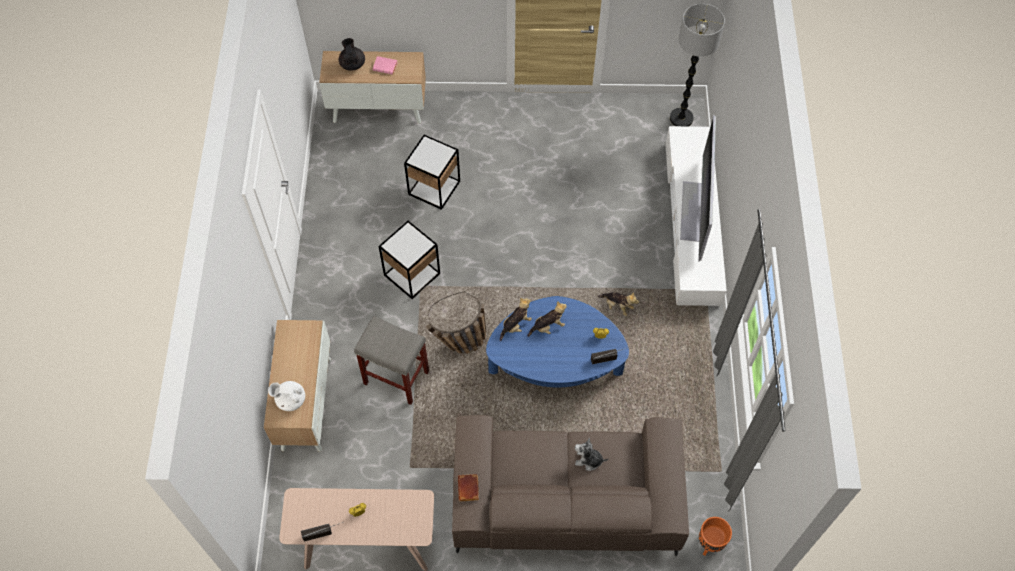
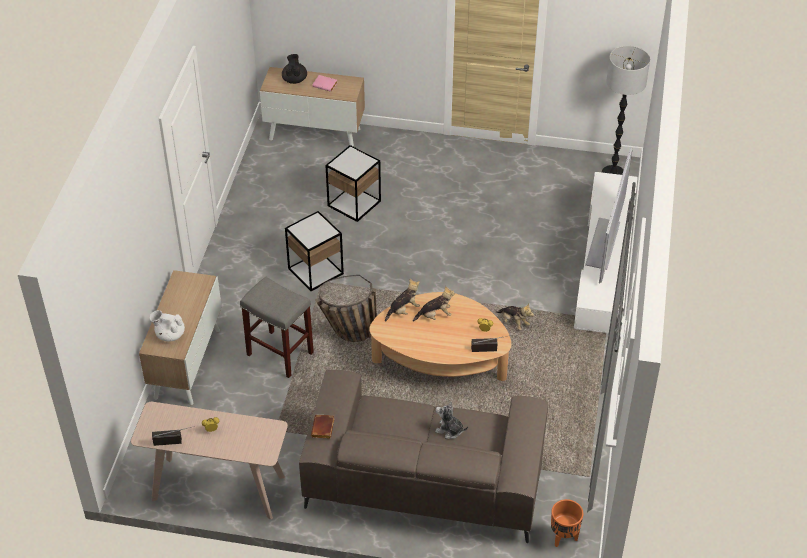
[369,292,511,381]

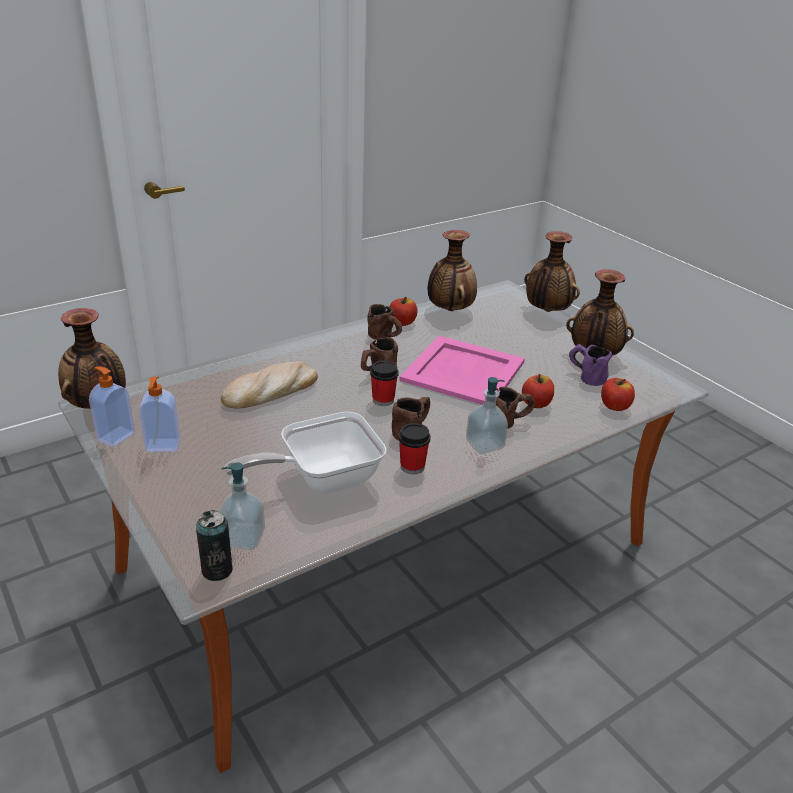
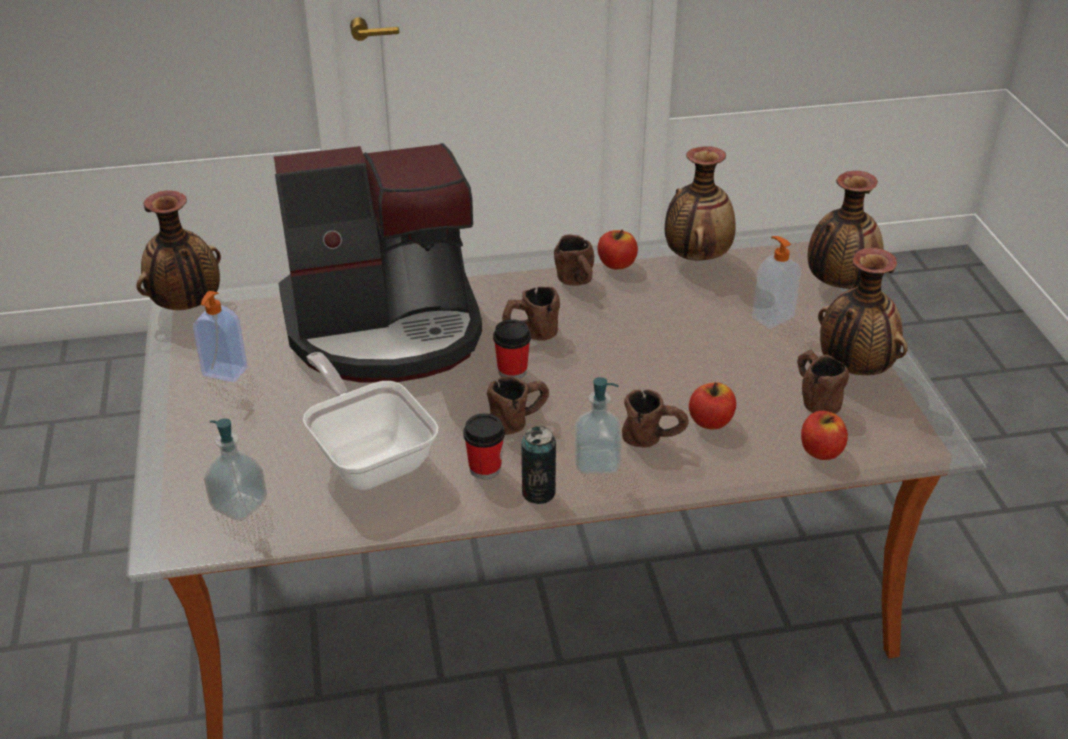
[274,143,482,383]
[303,352,438,490]
[521,426,556,504]
[752,236,801,329]
[797,349,849,414]
[399,336,525,405] (first image)

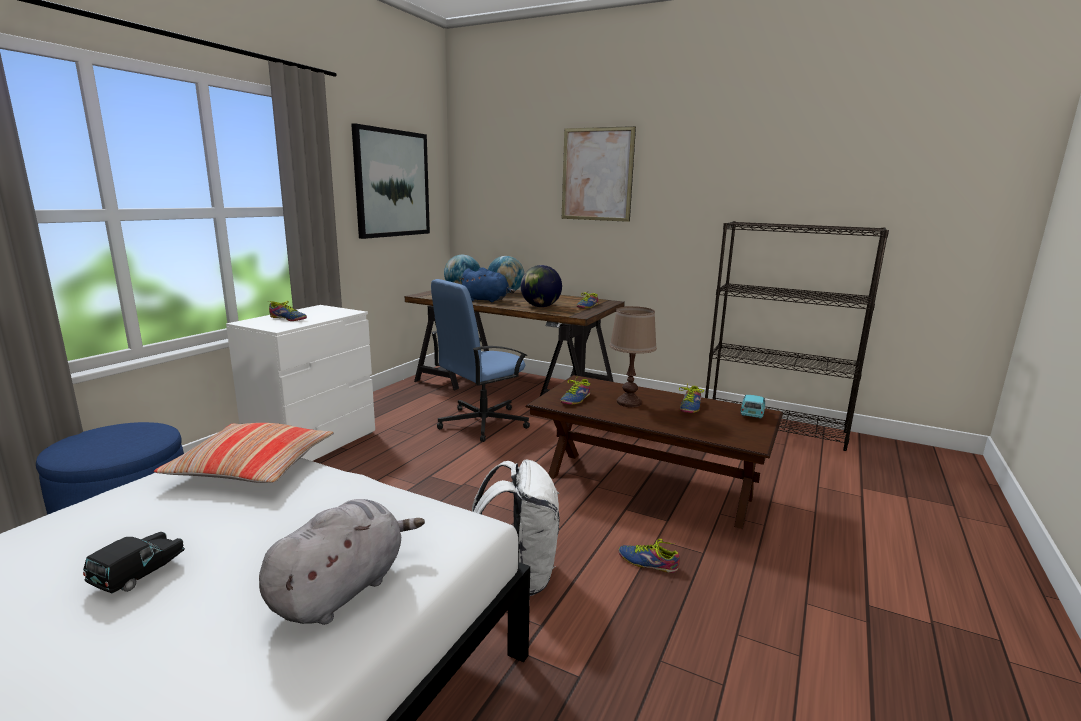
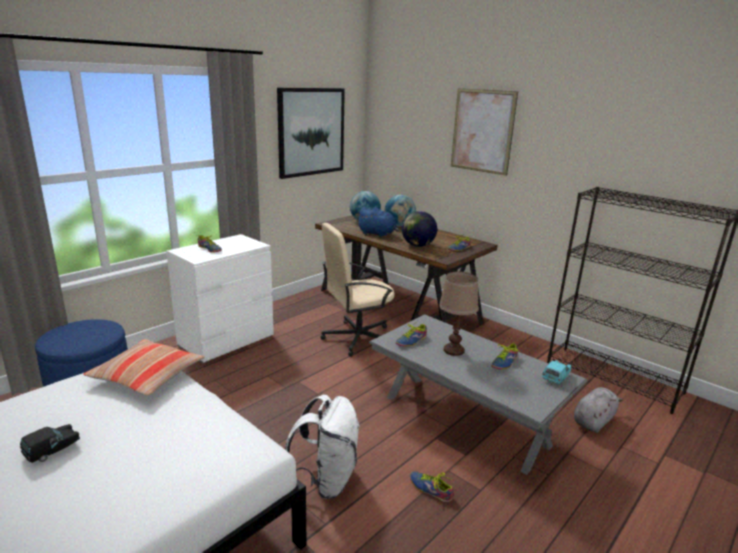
[320,223,395,357]
[369,315,588,475]
[574,387,623,433]

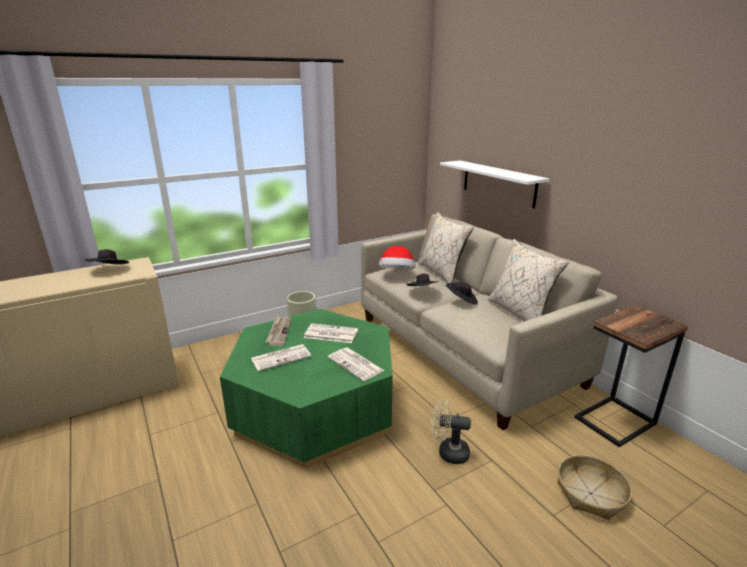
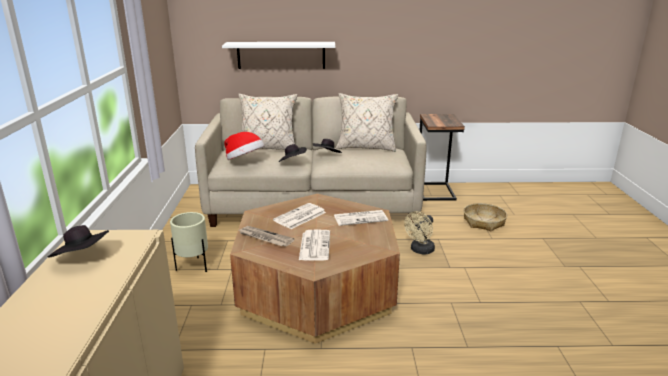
[230,194,400,344]

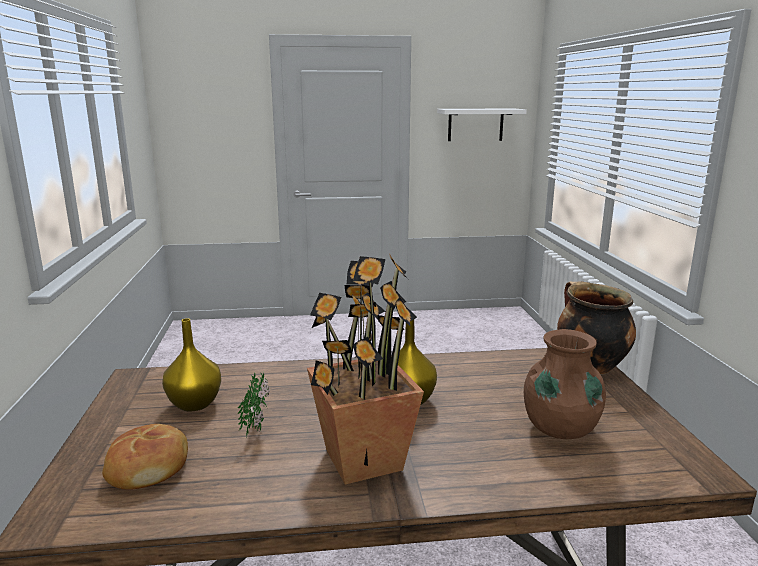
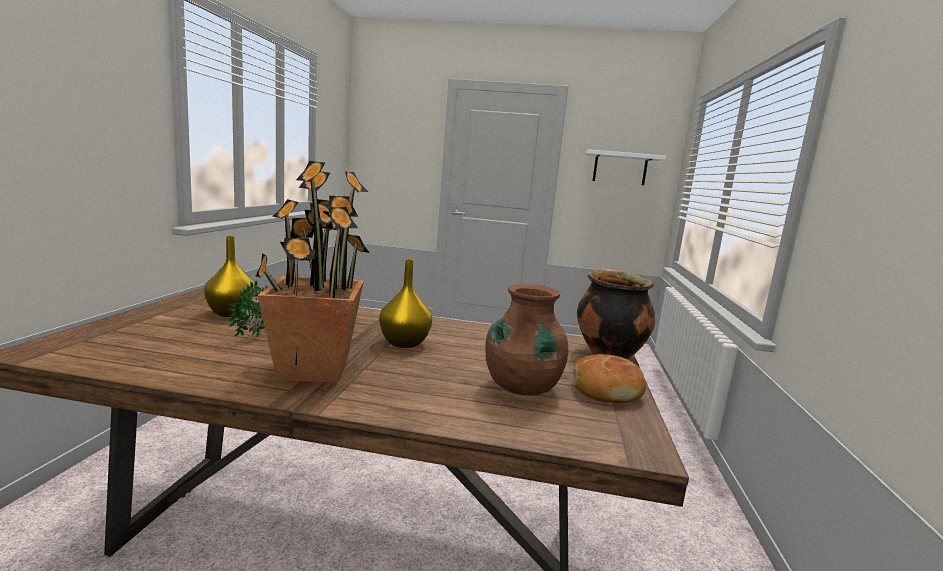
[573,354,646,403]

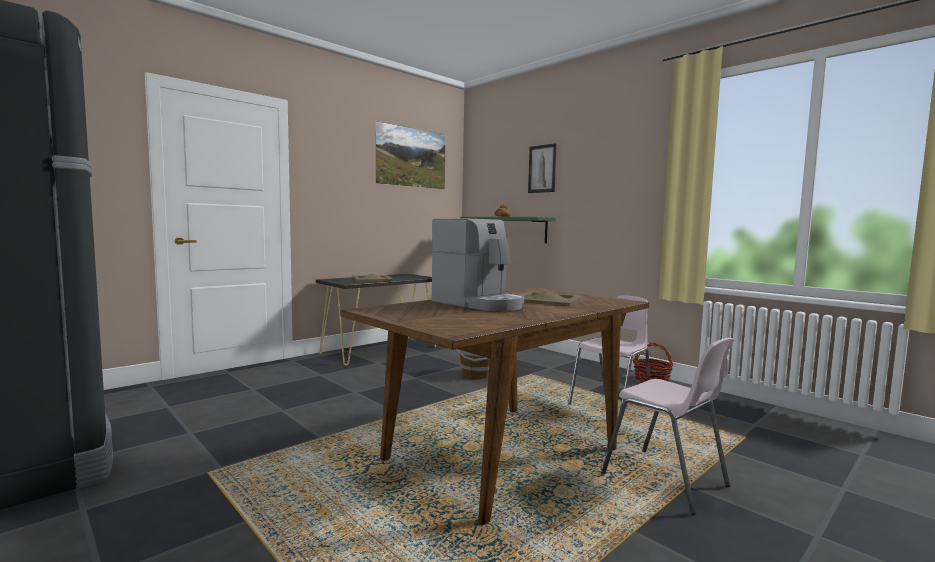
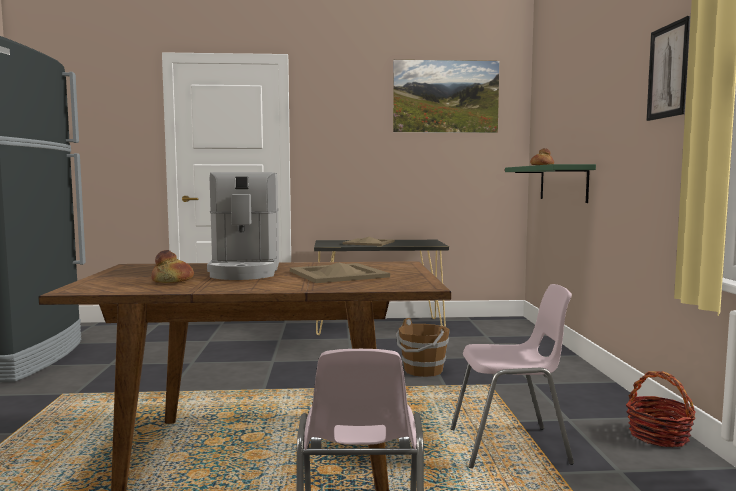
[151,250,194,283]
[647,16,690,121]

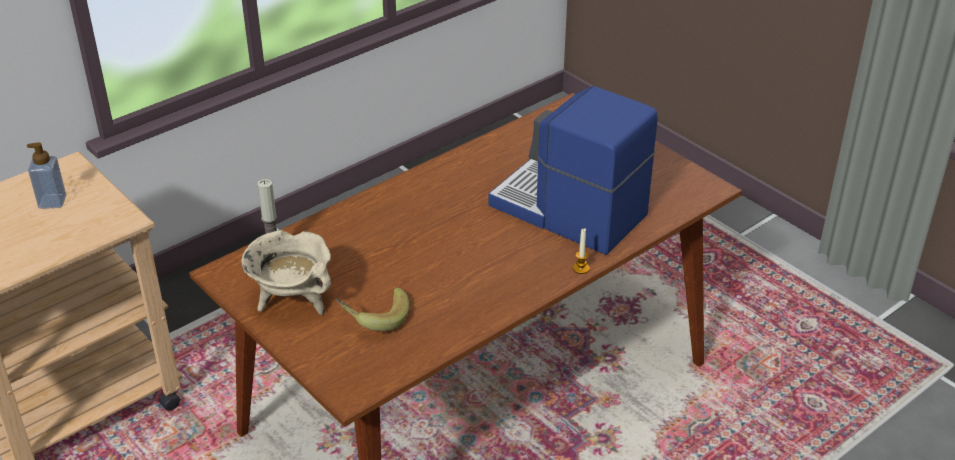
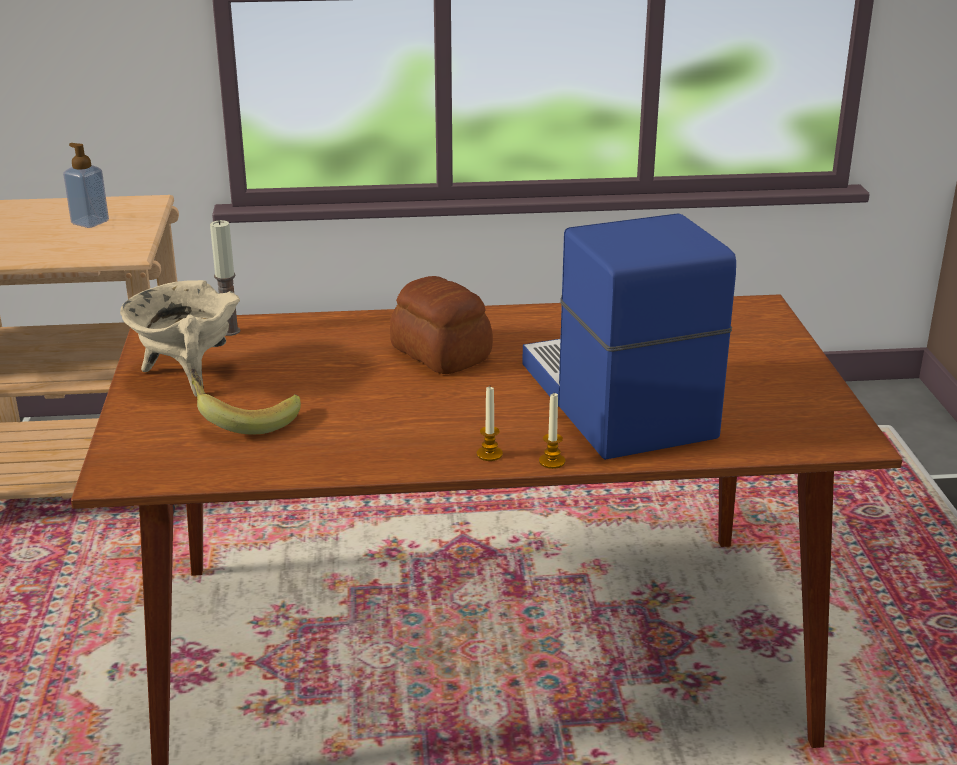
[390,276,493,374]
[477,387,503,461]

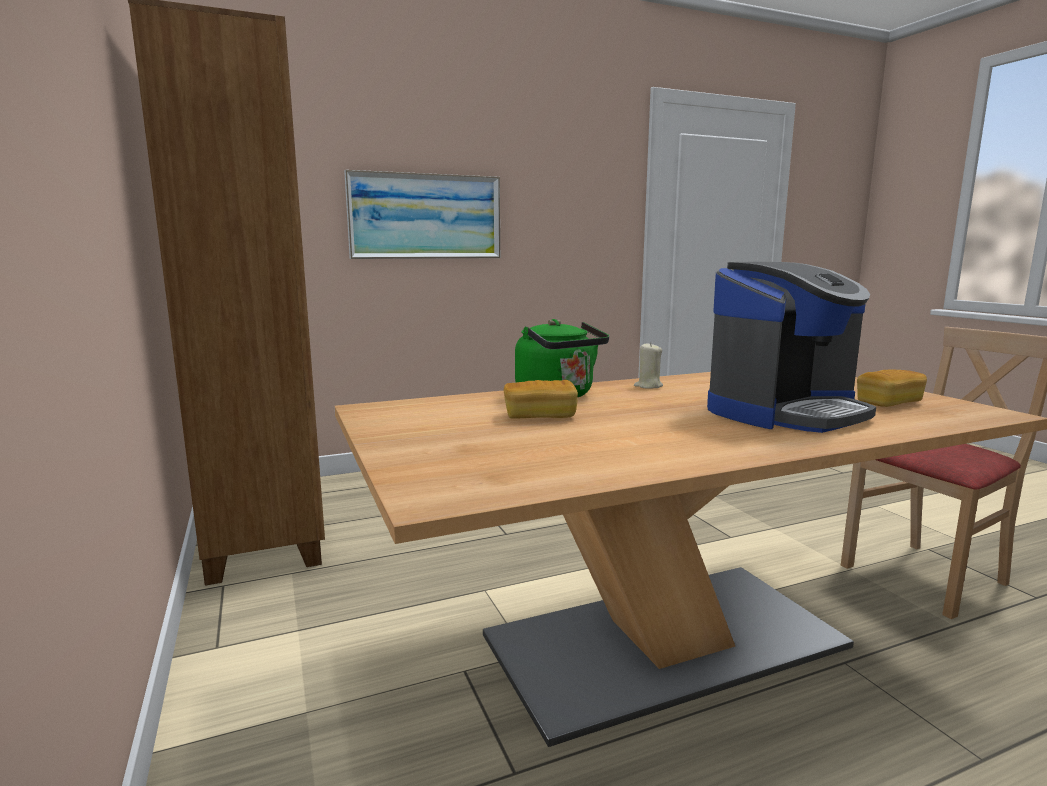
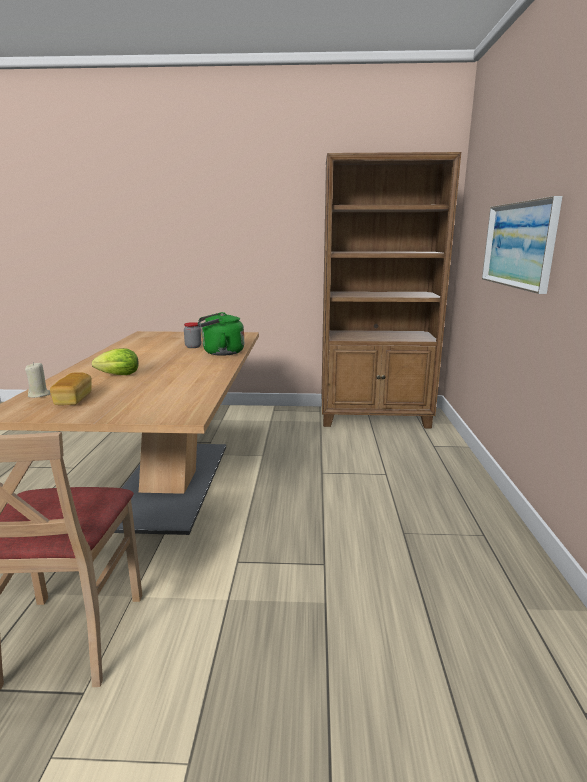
[25,362,51,398]
[92,348,139,375]
[184,322,201,348]

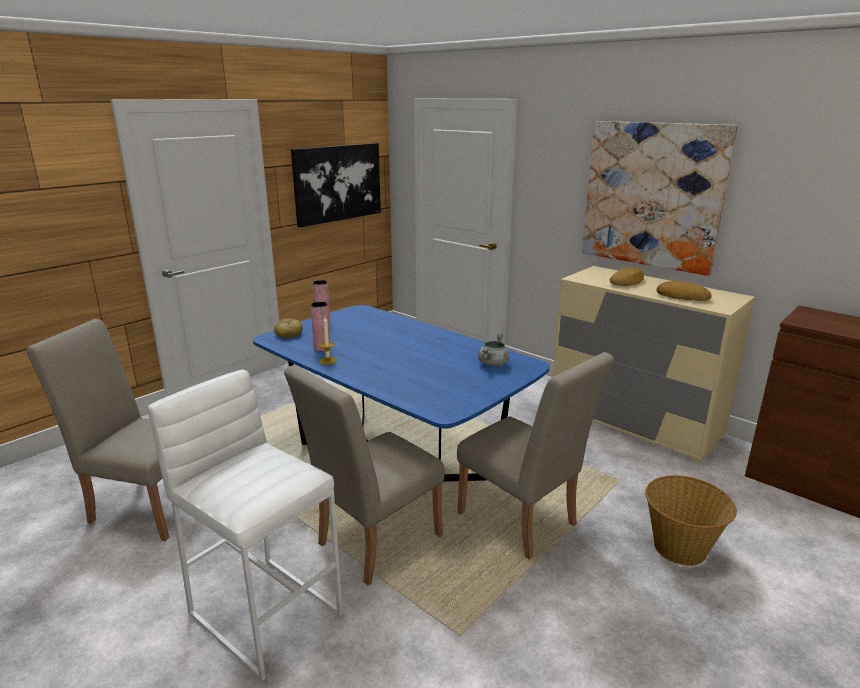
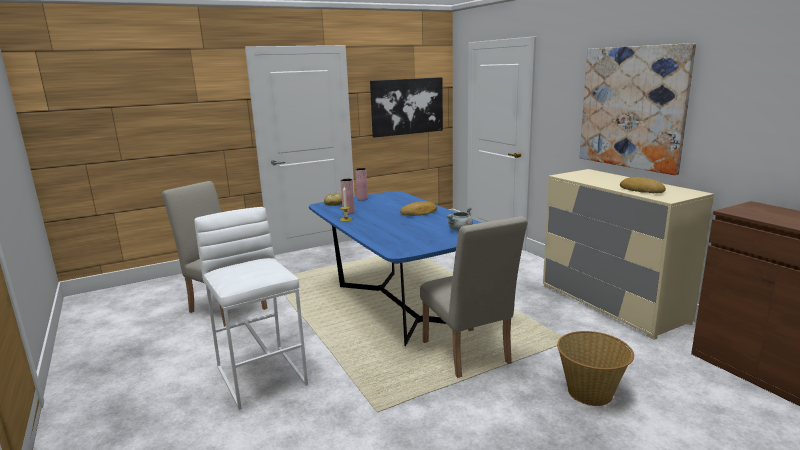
[400,201,437,216]
[284,365,445,585] (first image)

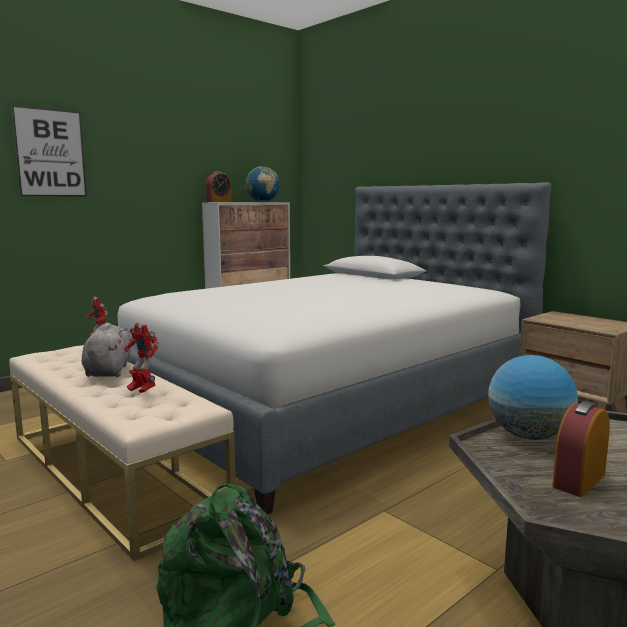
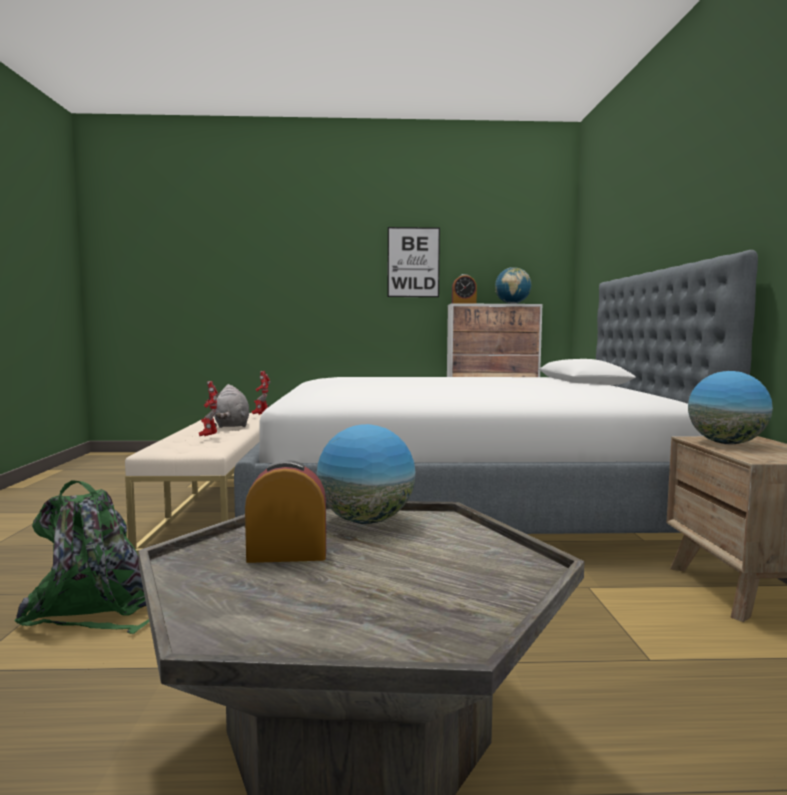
[214,384,249,428]
[388,227,440,297]
[688,371,773,444]

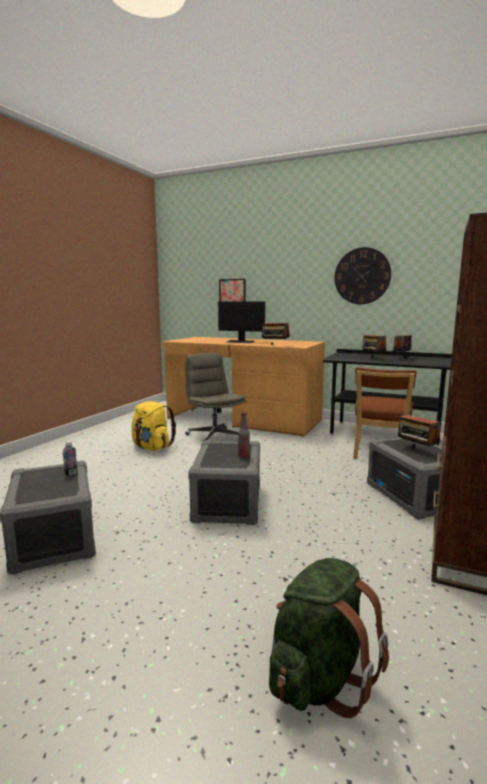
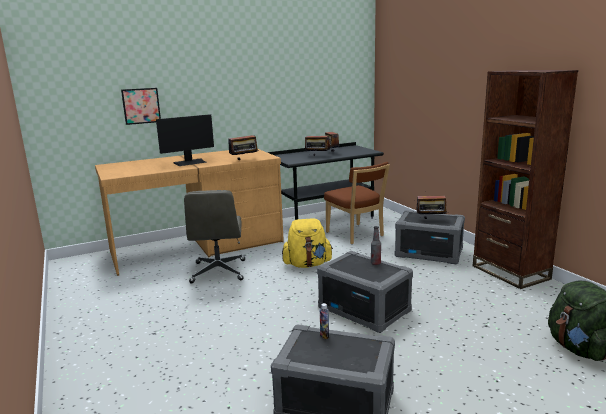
[184,190,245,284]
[282,219,333,268]
[334,247,391,304] (first image)

